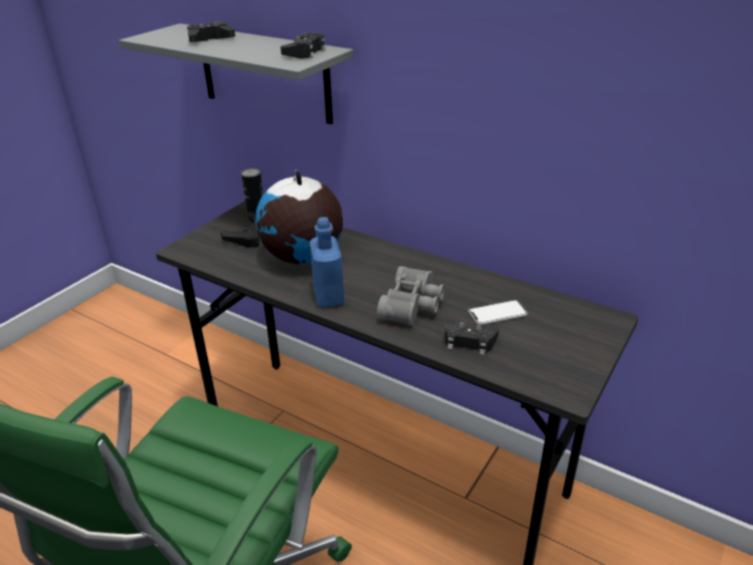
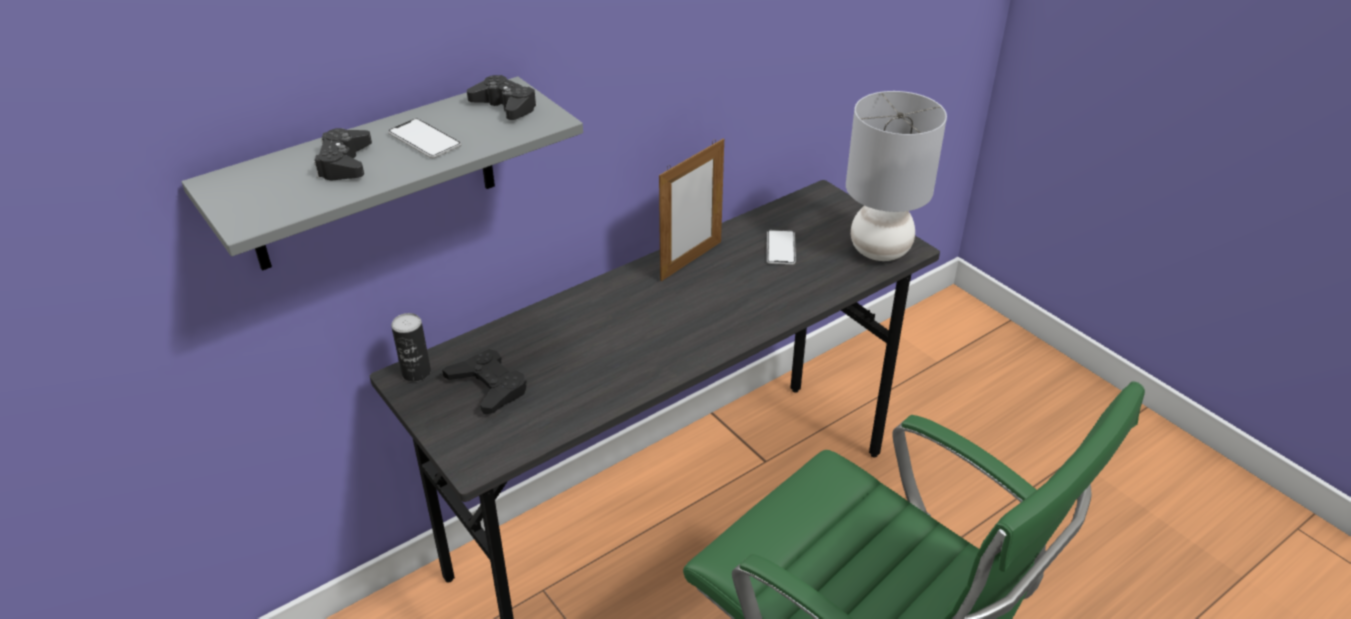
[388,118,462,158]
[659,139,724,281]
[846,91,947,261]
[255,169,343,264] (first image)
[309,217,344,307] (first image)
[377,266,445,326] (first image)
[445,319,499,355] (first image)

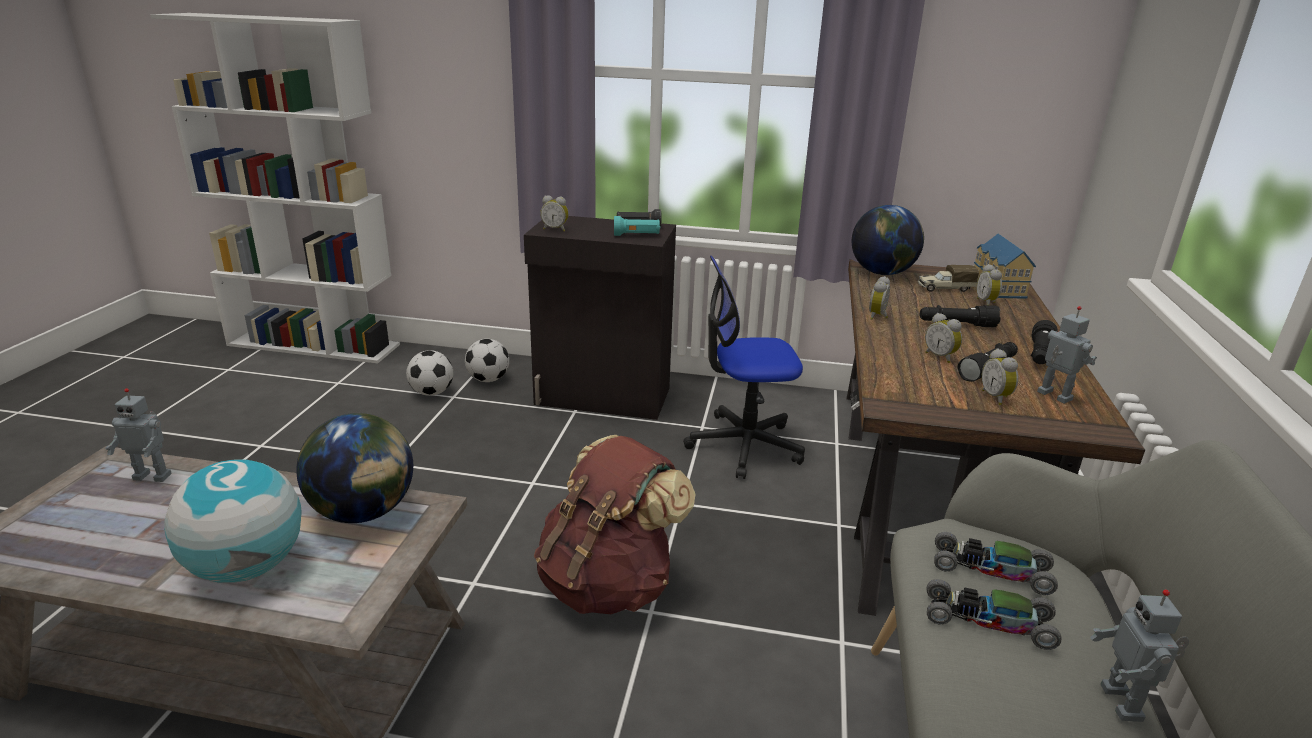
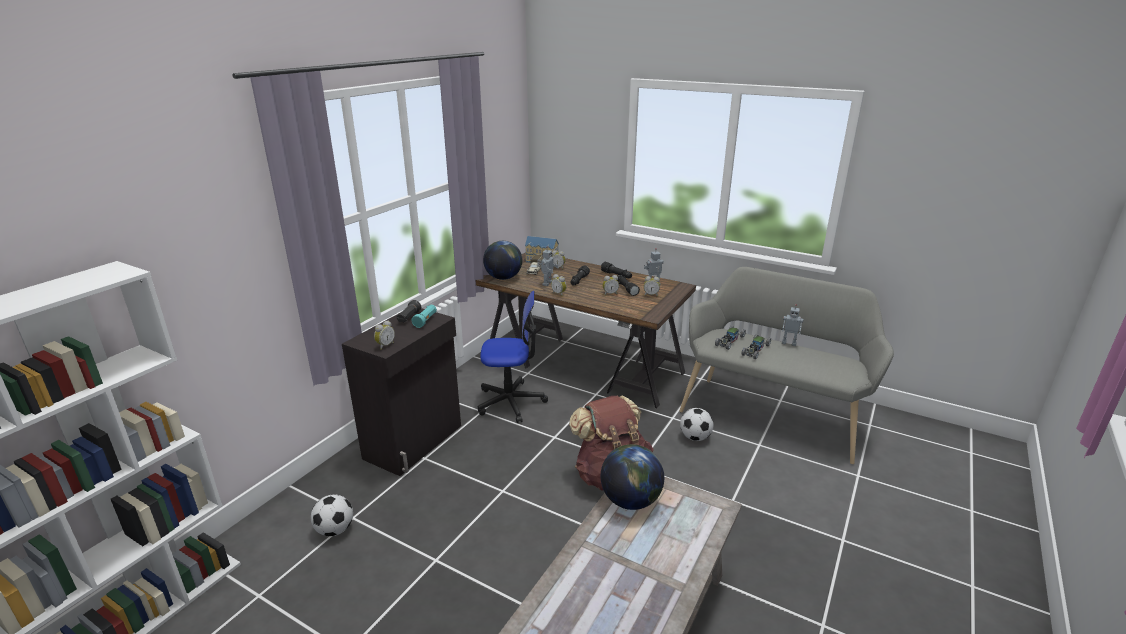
[478,291,548,423]
[537,247,559,286]
[680,408,714,441]
[164,460,302,583] (first image)

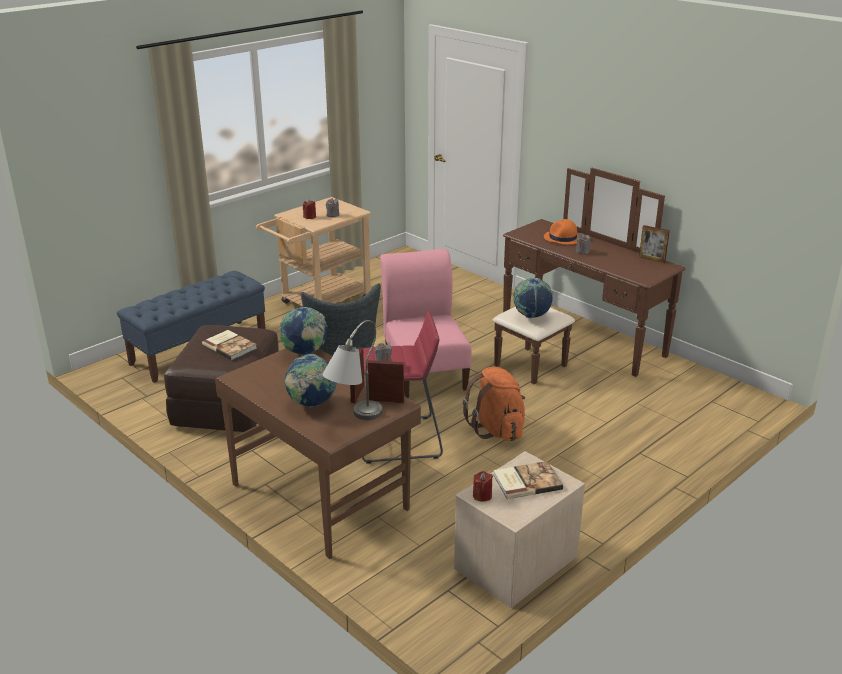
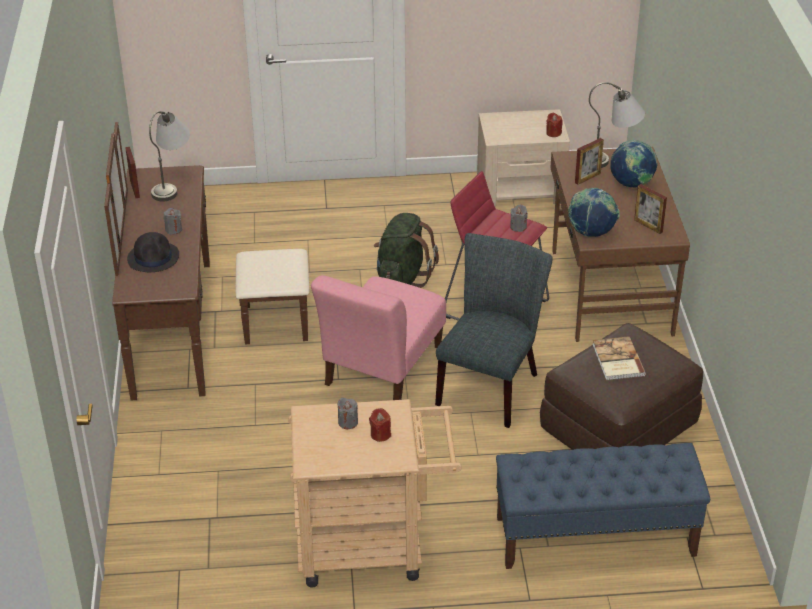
[127,232,179,272]
[149,111,190,202]
[374,213,439,288]
[634,184,667,234]
[493,461,563,499] (first image)
[513,278,553,319] (first image)

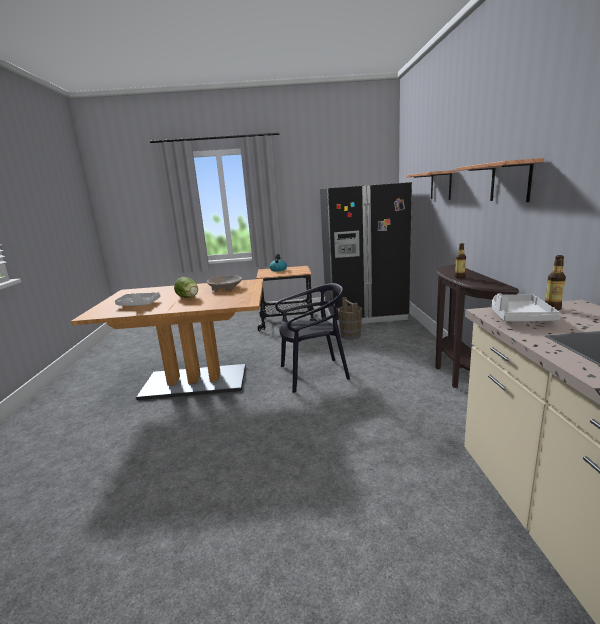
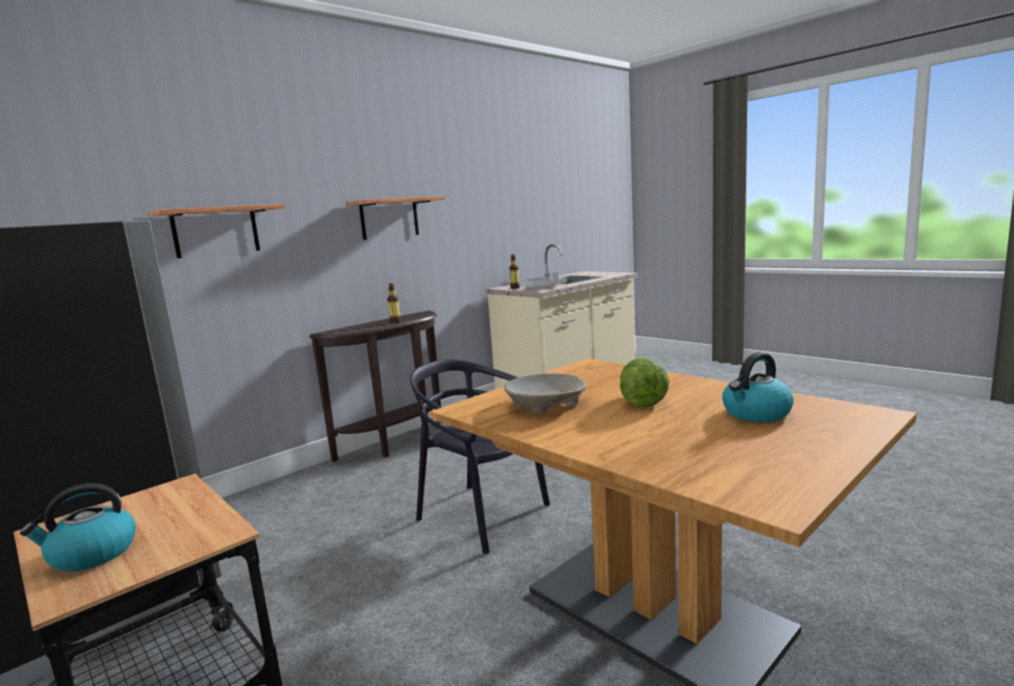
[722,352,794,422]
[338,297,362,340] (first image)

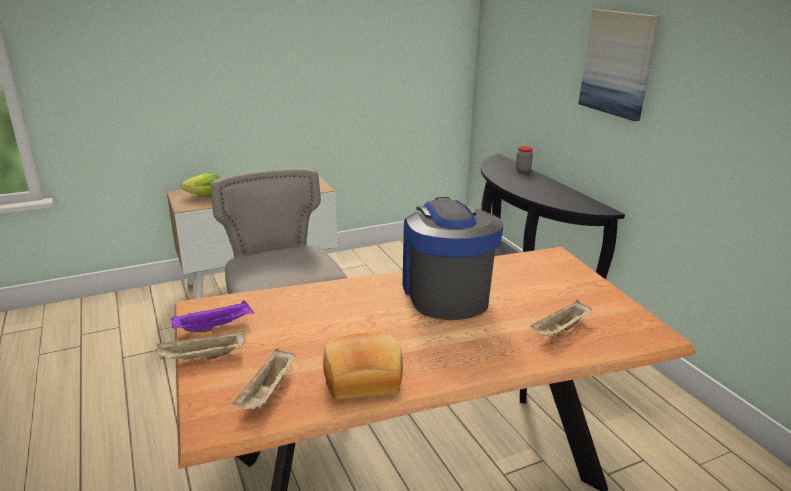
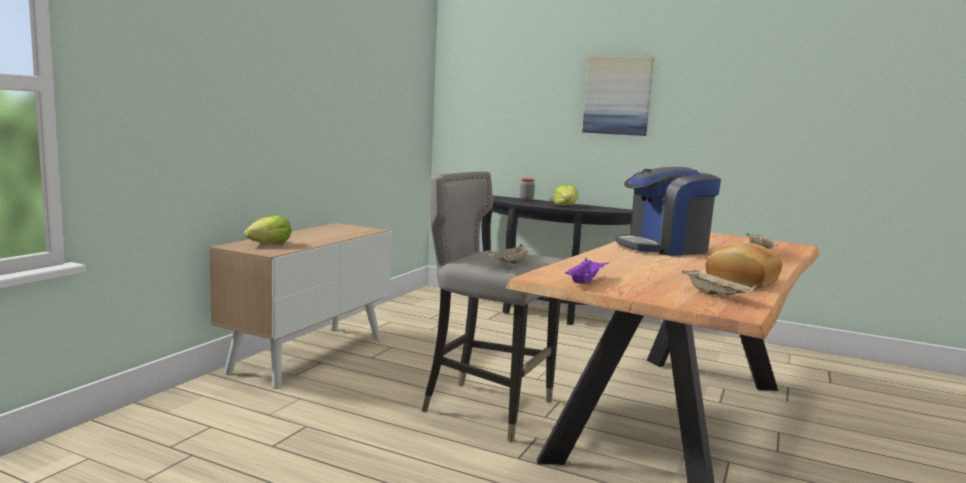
[487,244,534,264]
[553,185,578,206]
[614,167,721,256]

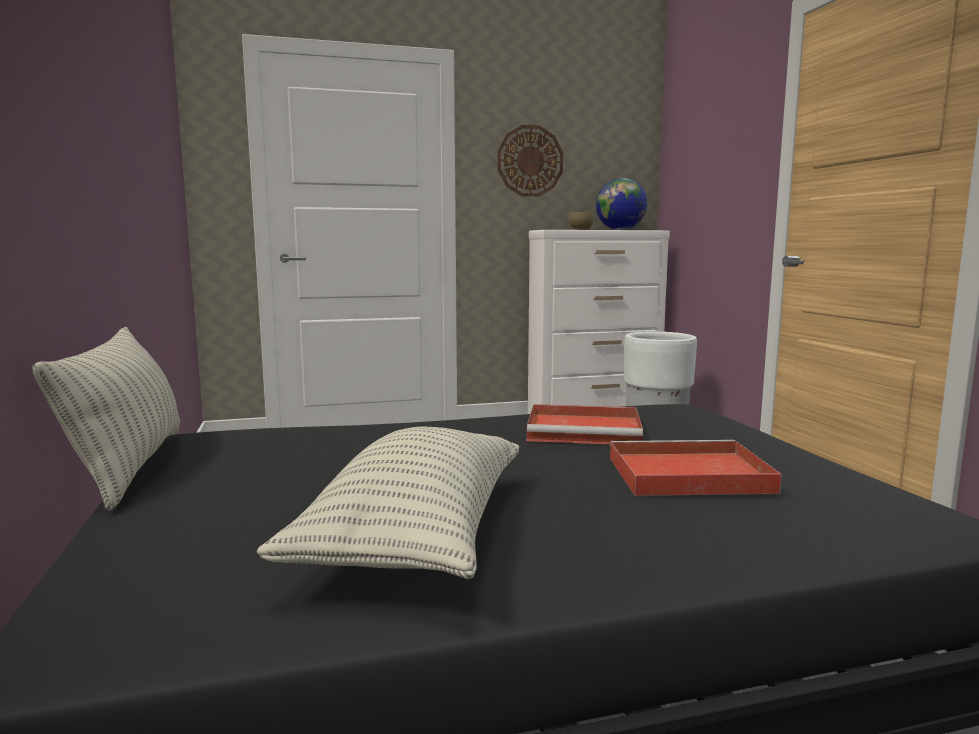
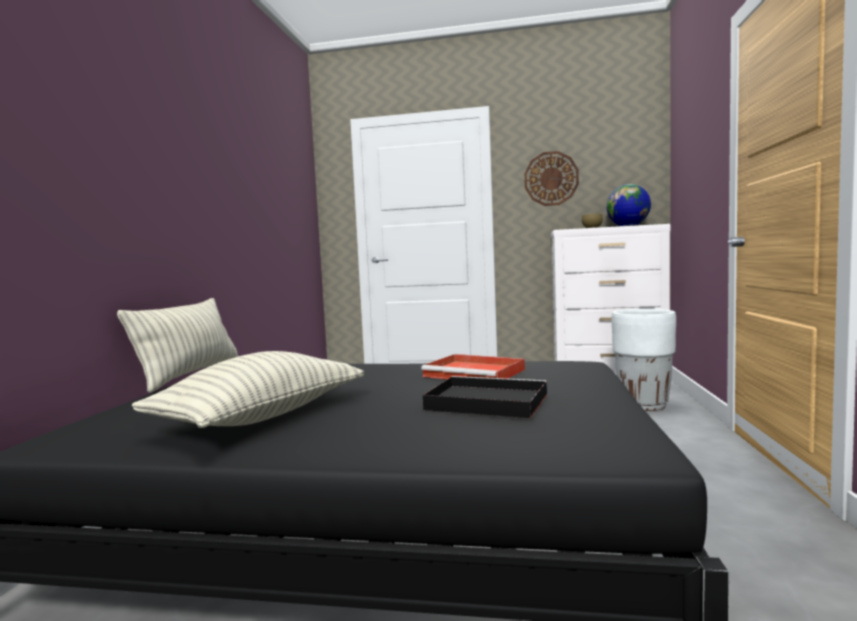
[423,376,547,418]

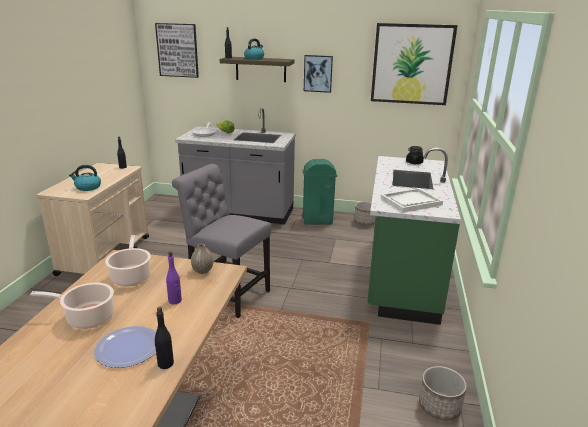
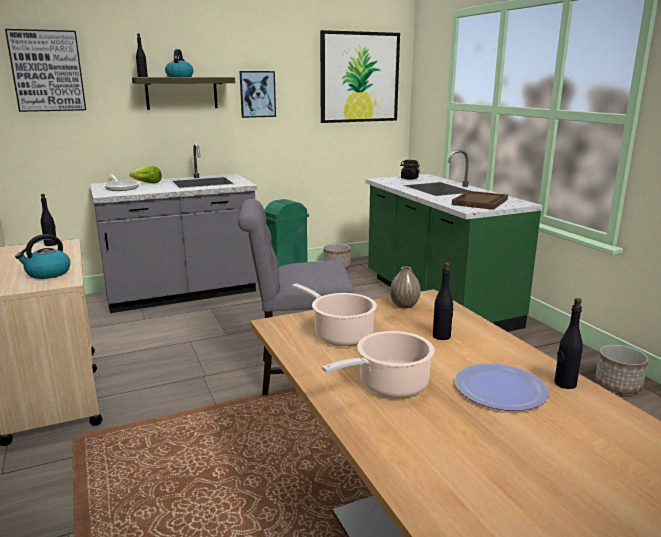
[433,262,454,340]
[452,191,508,210]

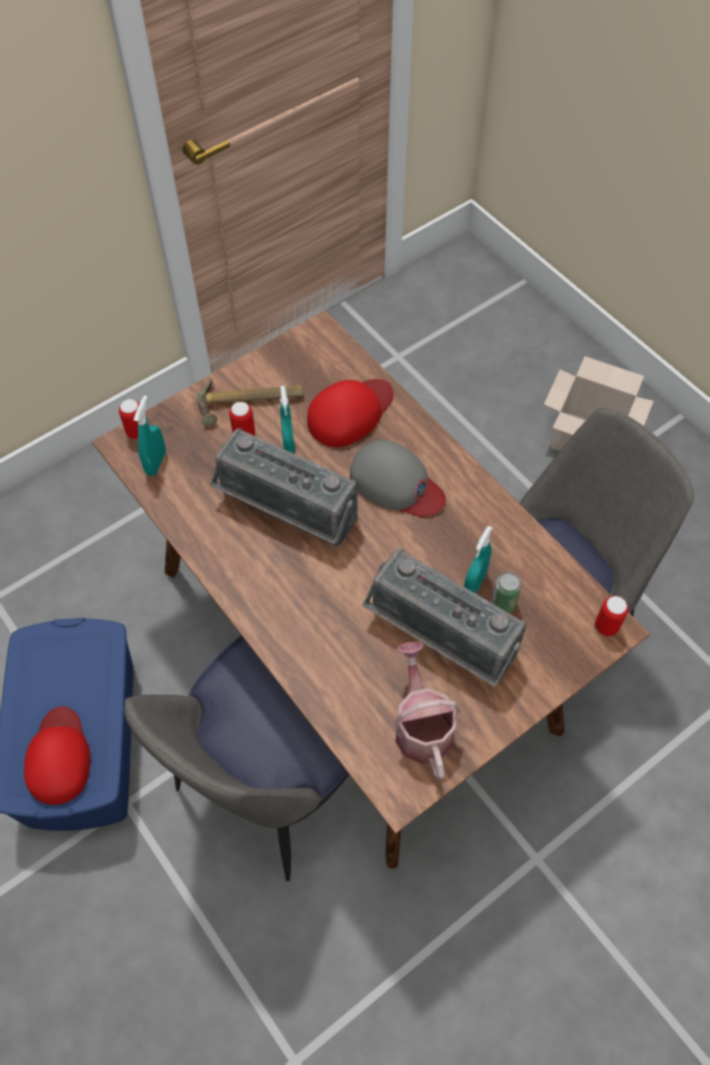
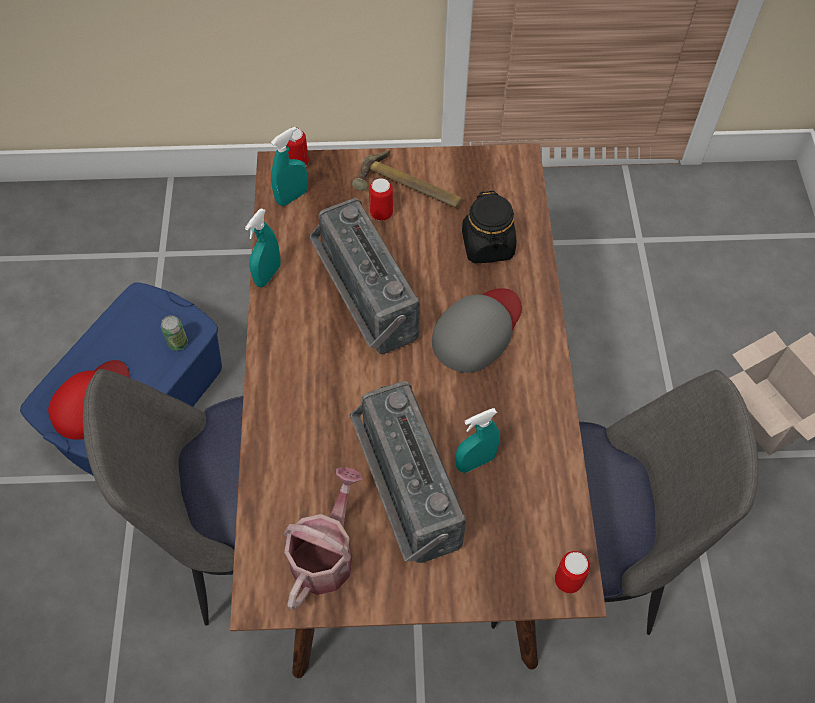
[161,315,188,351]
[245,208,281,287]
[432,288,522,373]
[462,191,516,263]

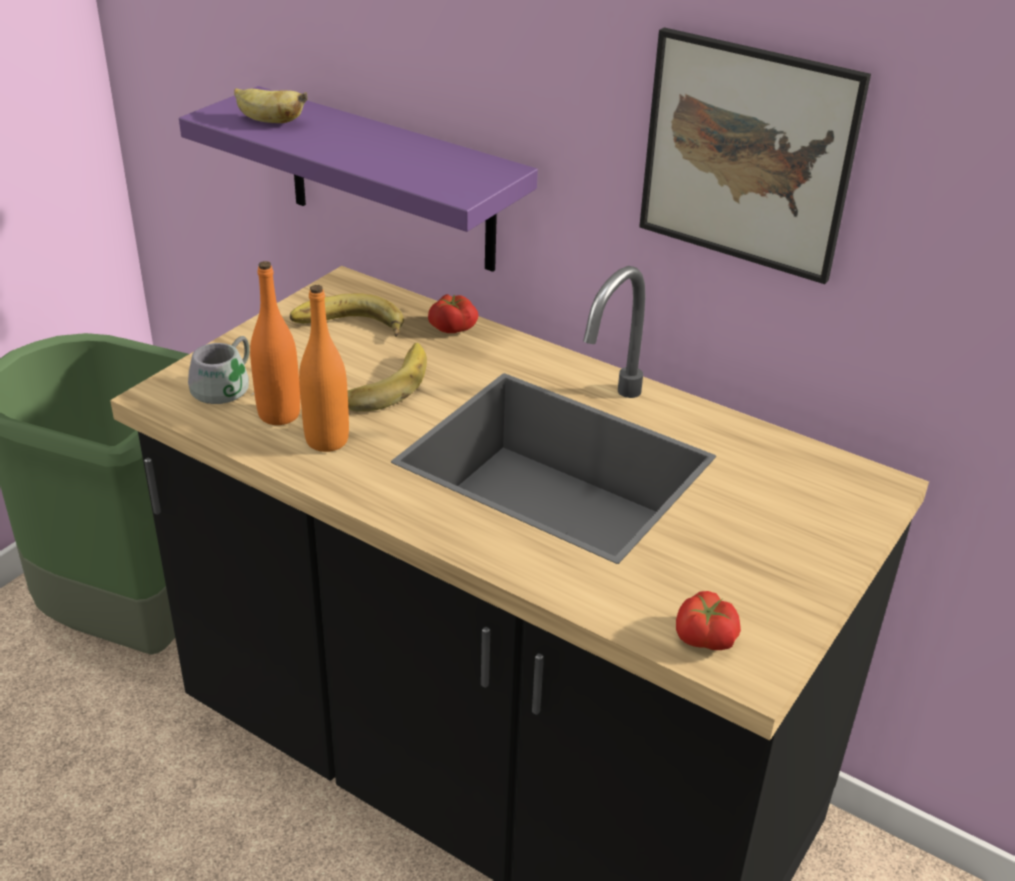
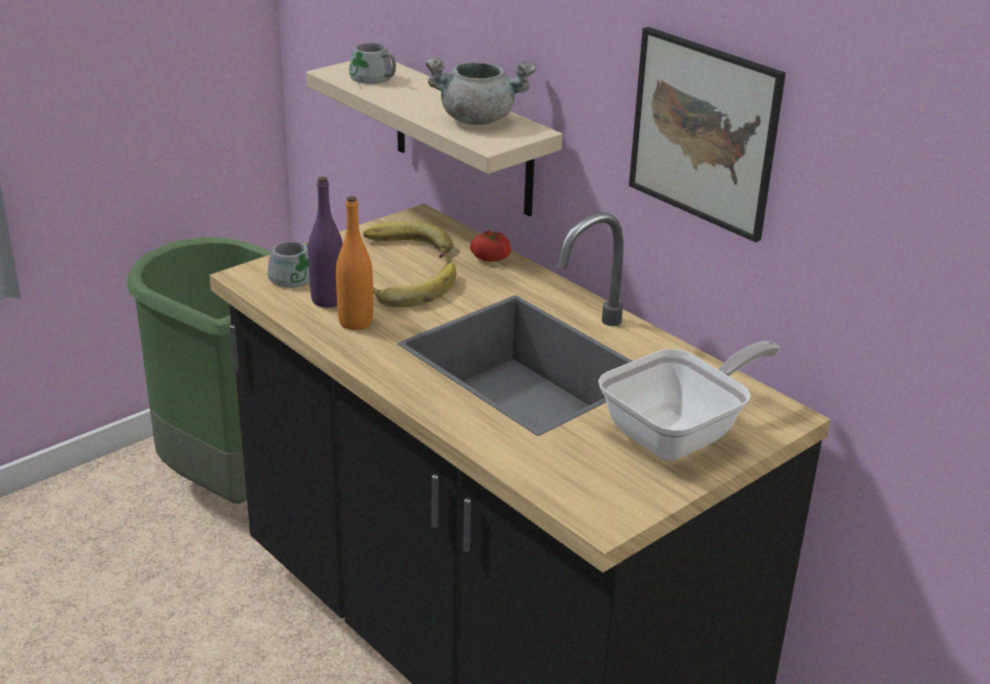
[306,60,563,216]
[308,177,343,308]
[349,43,396,89]
[425,57,536,125]
[598,341,780,461]
[676,591,741,650] (first image)

